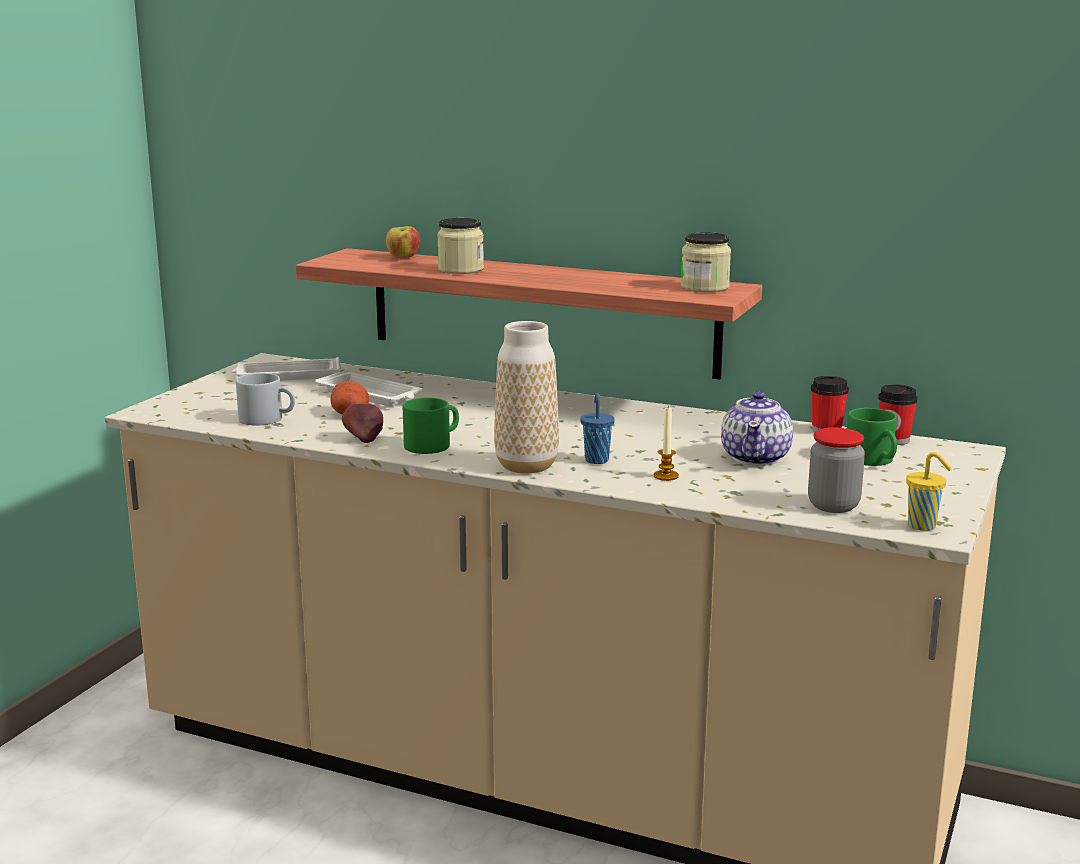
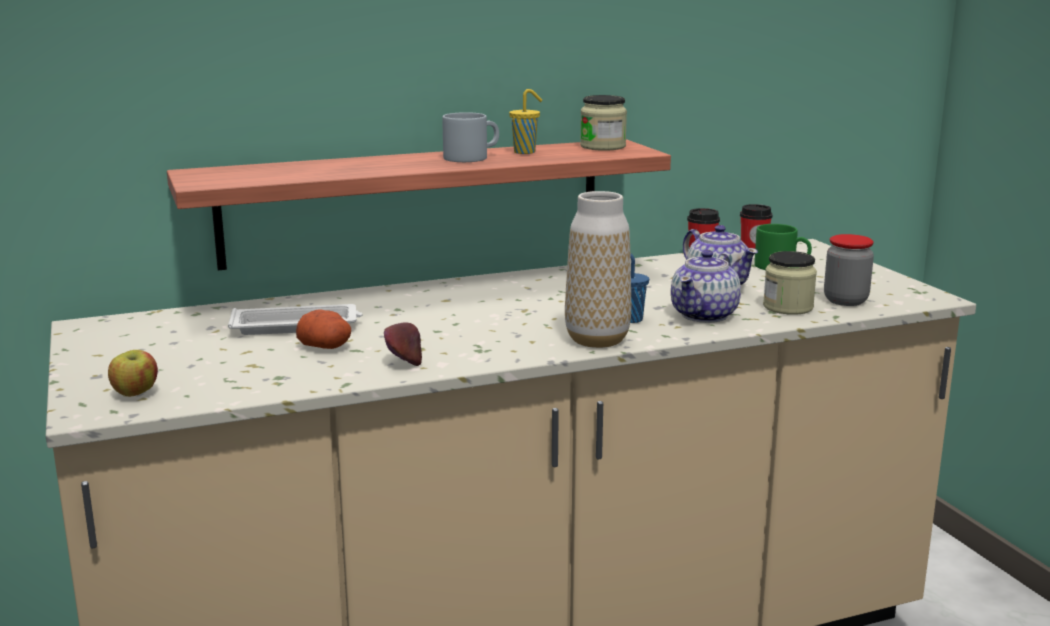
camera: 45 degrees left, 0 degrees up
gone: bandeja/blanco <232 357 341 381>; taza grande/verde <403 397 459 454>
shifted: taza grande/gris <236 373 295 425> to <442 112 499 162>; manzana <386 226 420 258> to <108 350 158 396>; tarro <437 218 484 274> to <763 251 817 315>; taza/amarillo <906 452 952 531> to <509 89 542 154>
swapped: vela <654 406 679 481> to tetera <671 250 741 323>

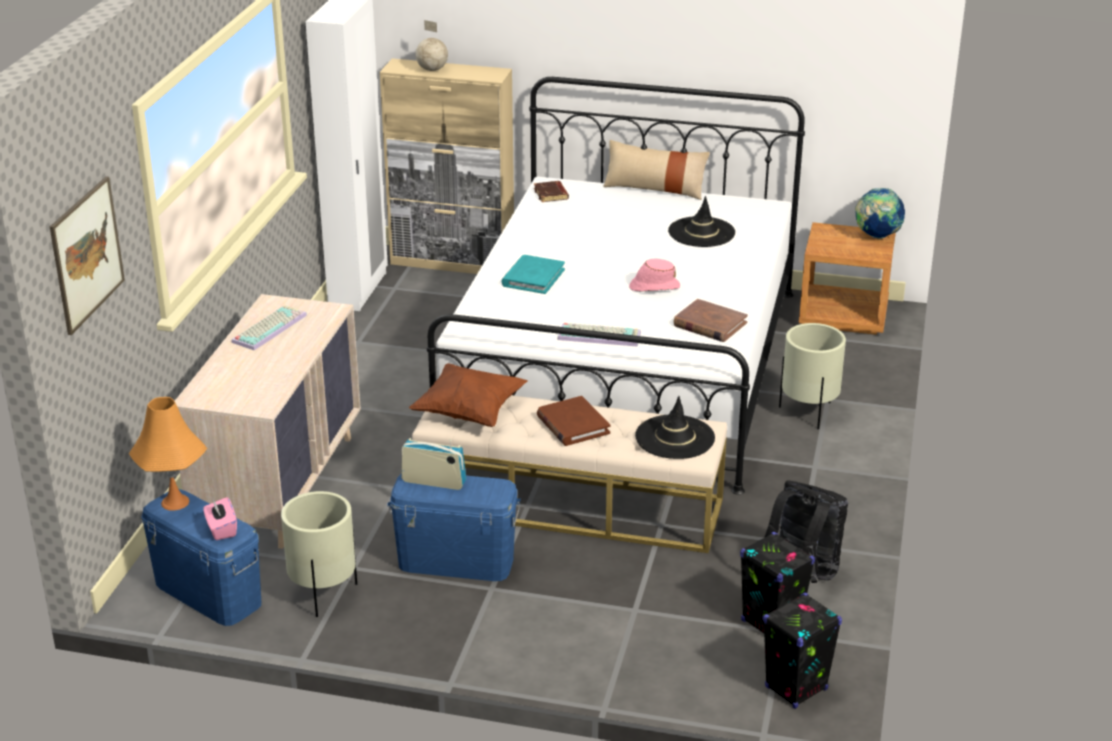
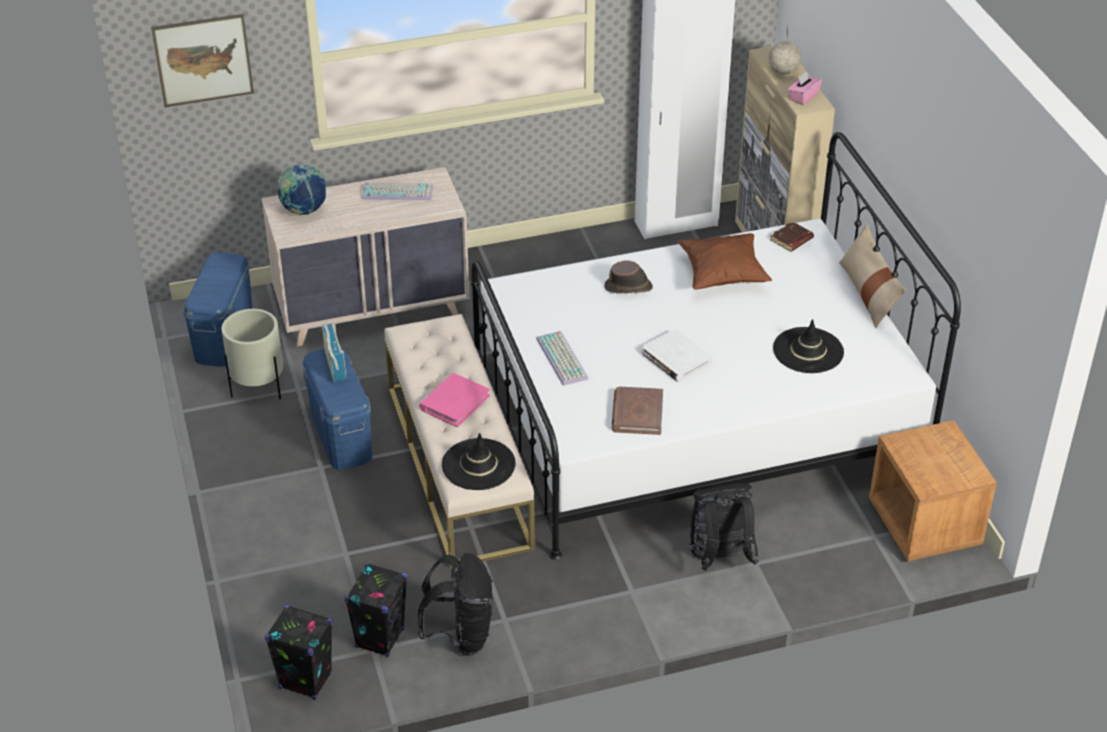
camera: 60 degrees right, 10 degrees up
gone: lámpara de mesa/naranja <129 397 207 511>
shifted: caja de pañuelos/rosa <203 497 237 540> to <787 72 822 105>; cojín/marrón <409 363 528 427> to <677 233 772 290>; globo terráqueo <855 188 905 239> to <277 164 326 215>
swapped: libro/turquesa <501 255 565 294> to sombrero/marrón <604 261 653 293>; sombrero/rosa <629 258 680 291> to libro/blanco <641 329 713 382>; maceta/beis <779 323 846 429> to mochila/negro <689 483 759 571>
repainted: libro/marrón <537 396 610 446> to libro/rosa <419 373 490 427>

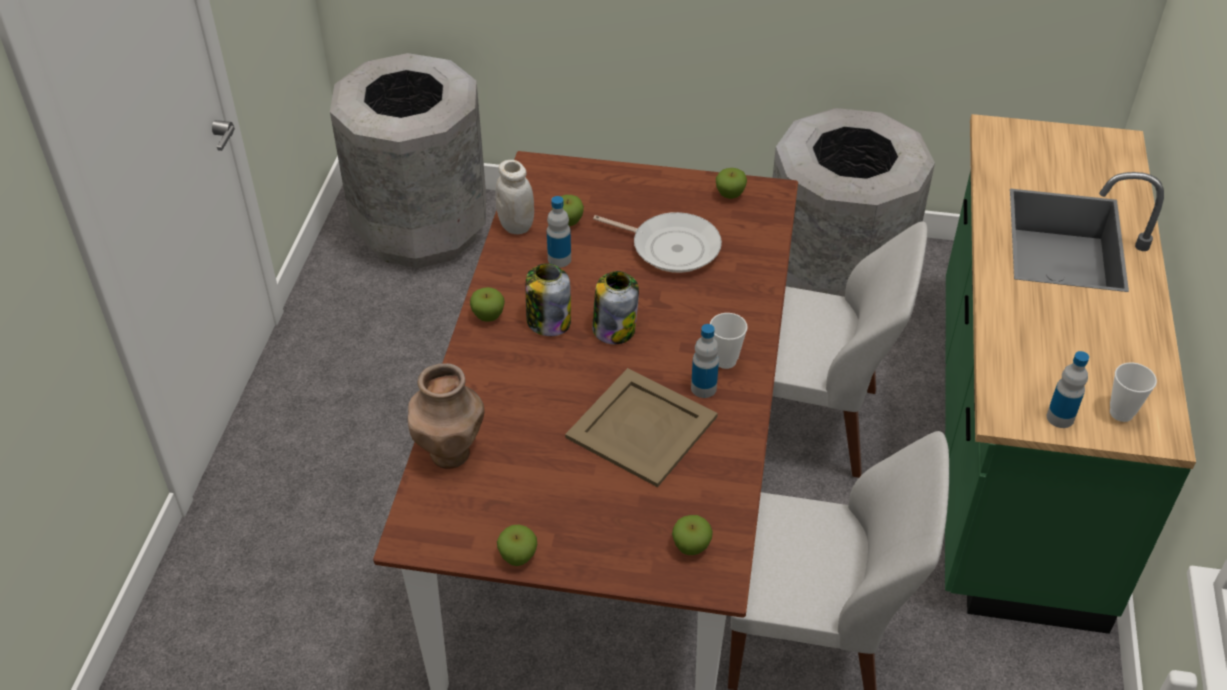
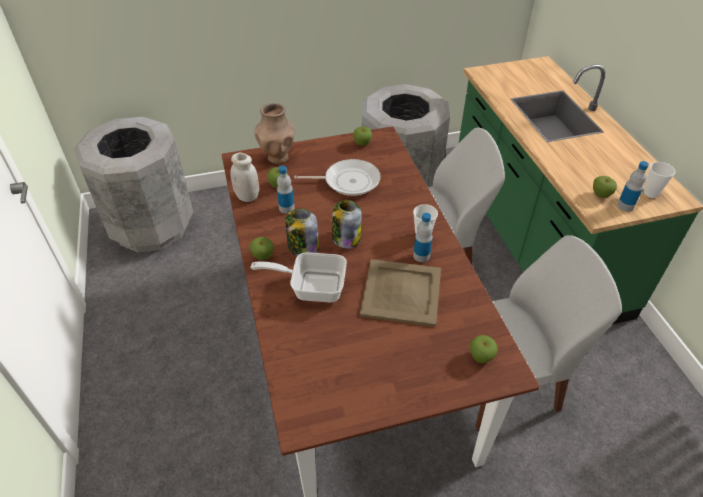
camera: 25 degrees left, 0 degrees up
new: sartén <250 252 347 302>
shifted: florero/marrón <408 363 485 469> to <254 103 294 164>; manzana <497 525 537 566> to <593 176 617 198>

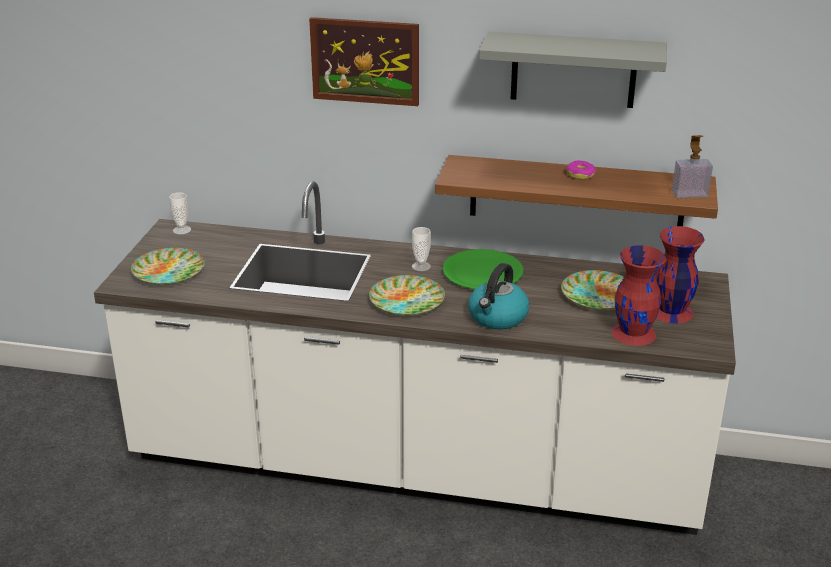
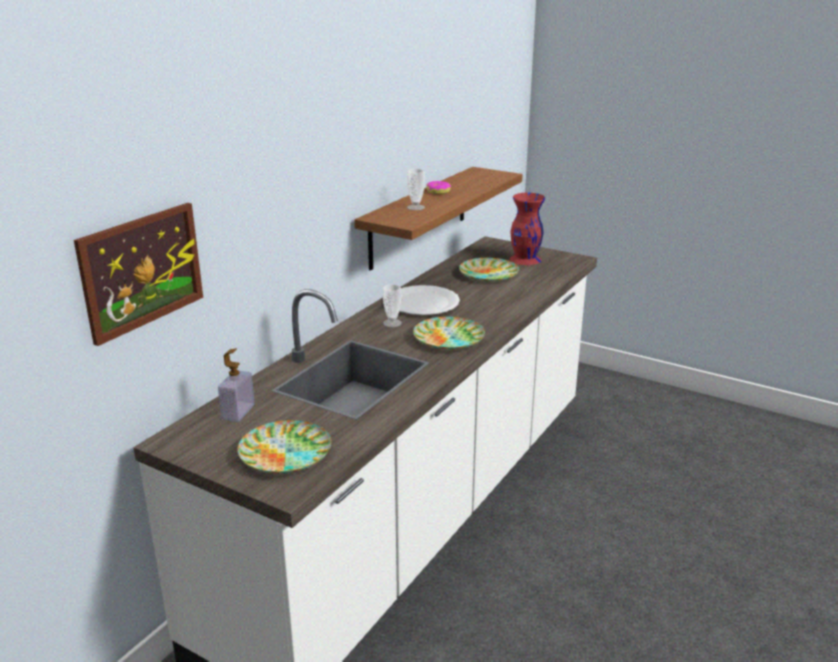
camera: 70 degrees left, 5 degrees down
gone: hervidor <468 263 529 330>; estante/gris <479 31 667 108>; florero/rojo <611 245 666 346>
shifted: taza <169 193 191 234> to <407 169 425 210>; cuadro <309 17 419 106> to <74 203 203 346>; dispensador de jabón <672 135 713 198> to <218 348 255 422>
repainted: plato/verde <442 249 523 289> to plato/blanco <399 285 460 315>

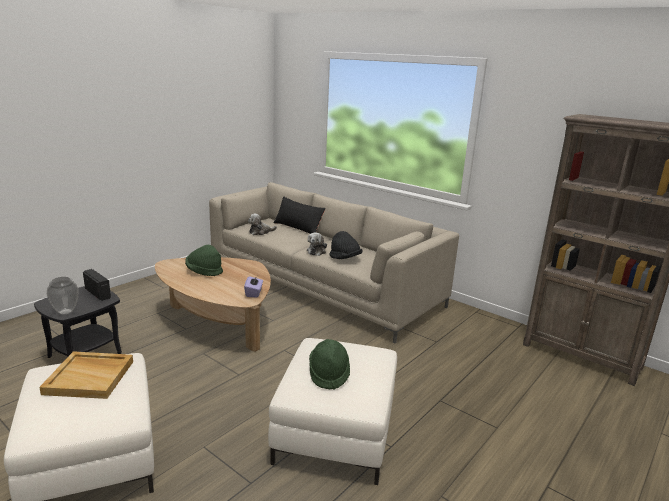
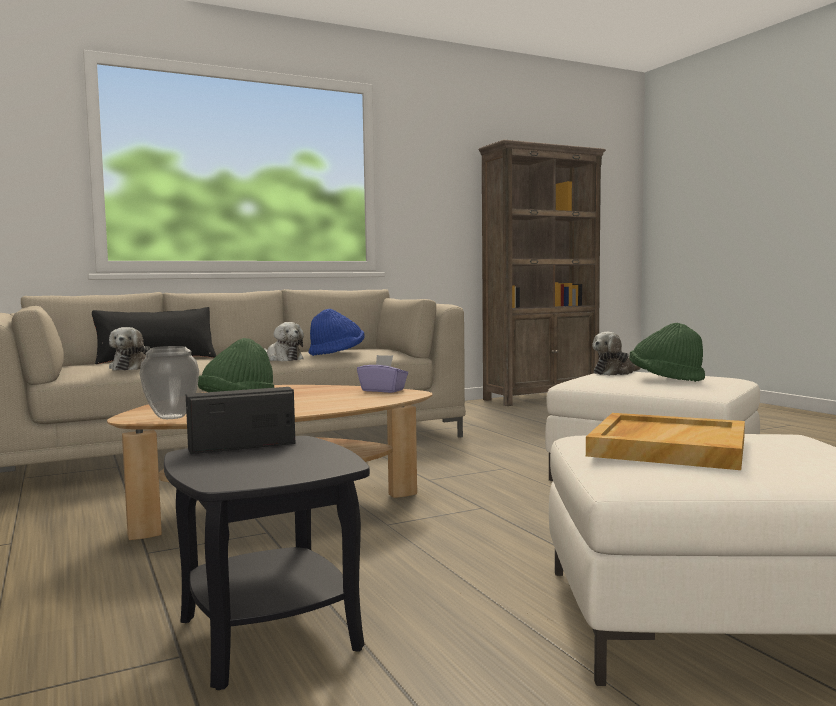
camera: 65 degrees left, 15 degrees down
new: peluche <592 332 641 376>
shifted: florero <47 277 79 314> to <139 346 199 419>
repainted: sombrero/negro <329 231 362 259> to sombrero/azul <308 309 364 356>

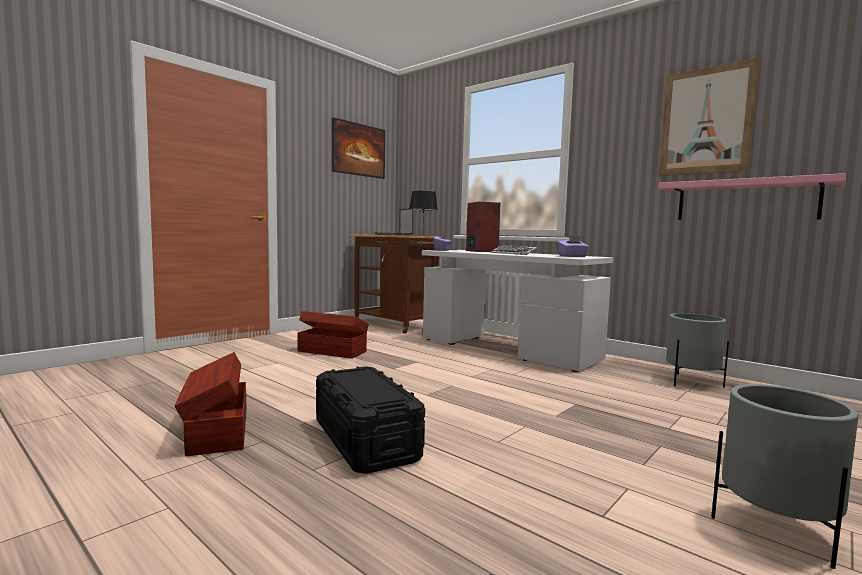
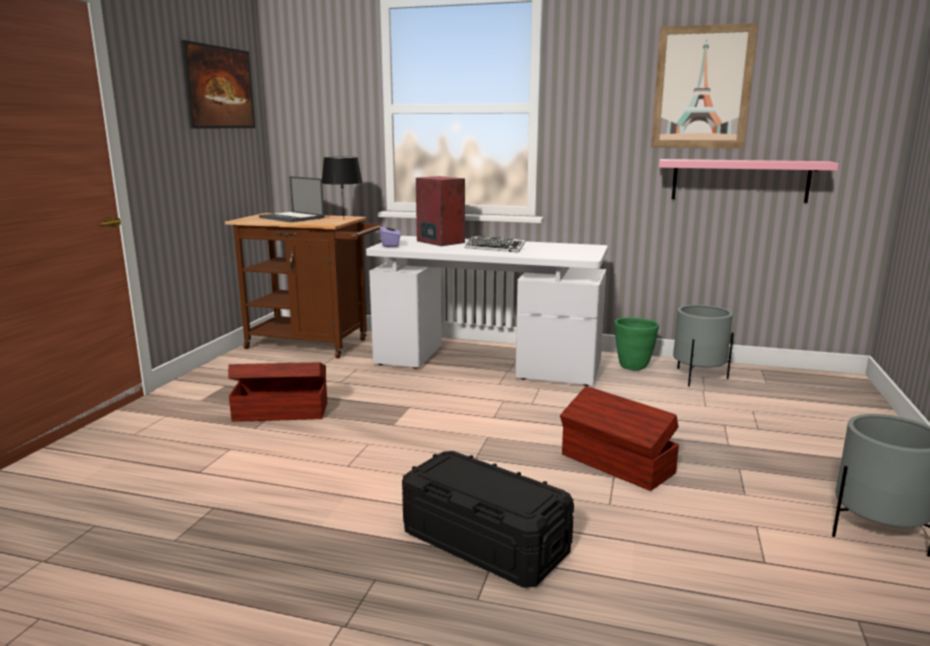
camera: 25 degrees left, 10 degrees up
gone: caja de pañuelos/morado <557 235 590 257>
new: maceta/verde <614 317 659 371>
shifted: caja de almacenaje/marrón <175 352 246 456> to <560 386 679 491>

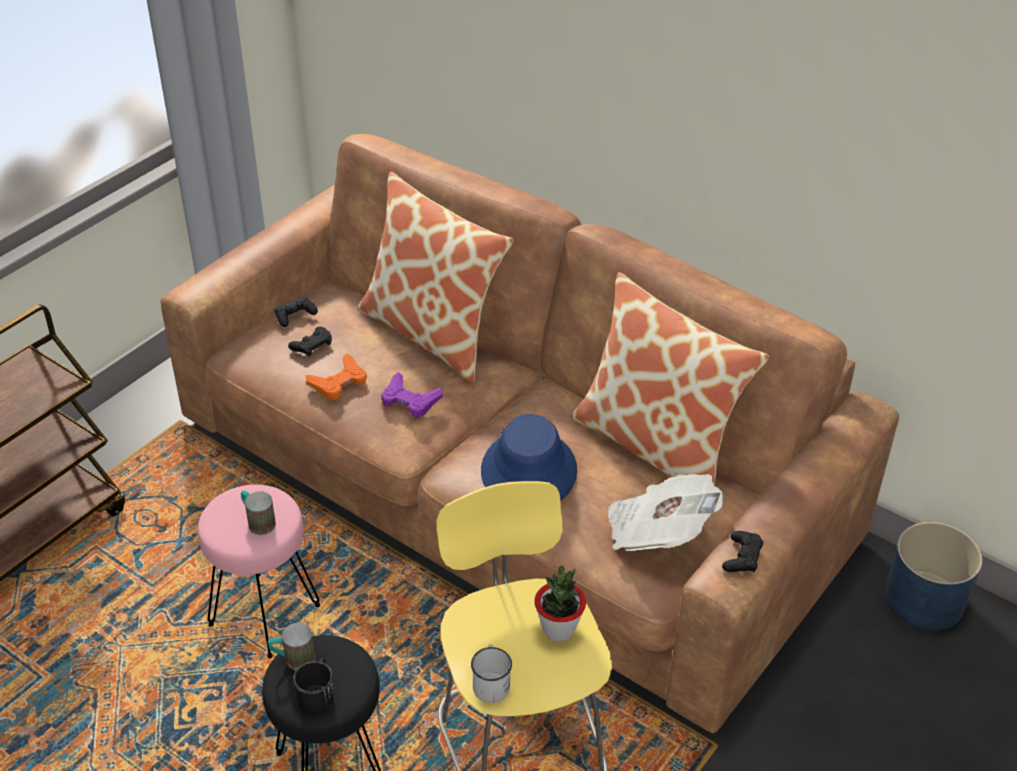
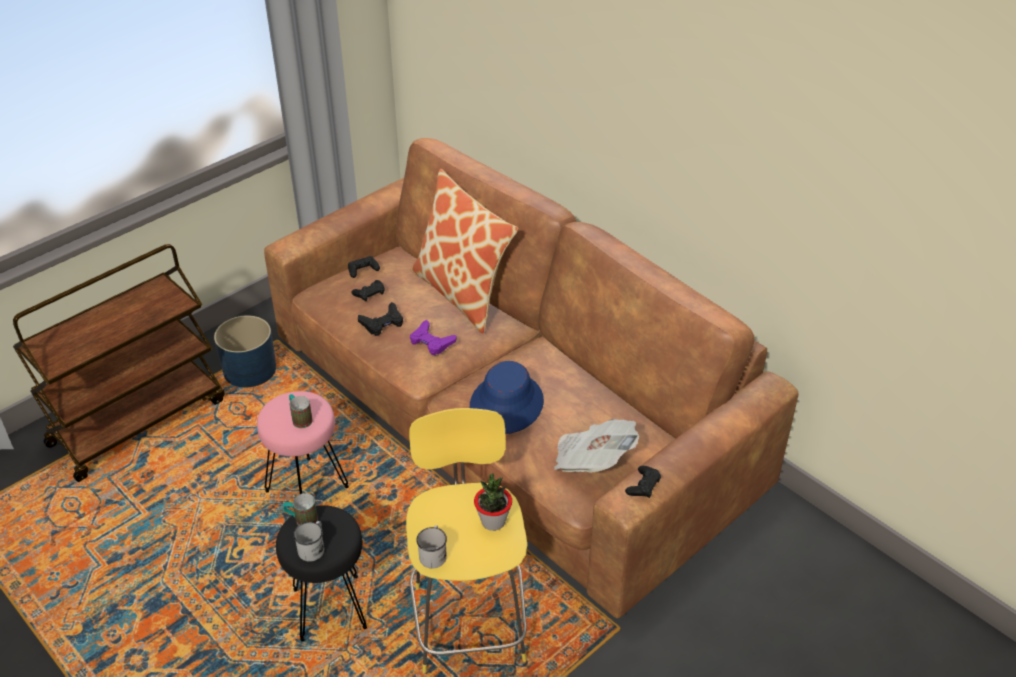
camera: 10 degrees right, 0 degrees up
gone: cojín <571 272 769 486>
shifted: maceta/azul <885 522 983 631> to <214 315 276 387>
repainted: taza grande/negro <293 658 334 715> to taza grande/blanco <293 521 324 562>; mando de consola/naranja <305 354 367 400> to mando de consola/negro <358 302 403 336>

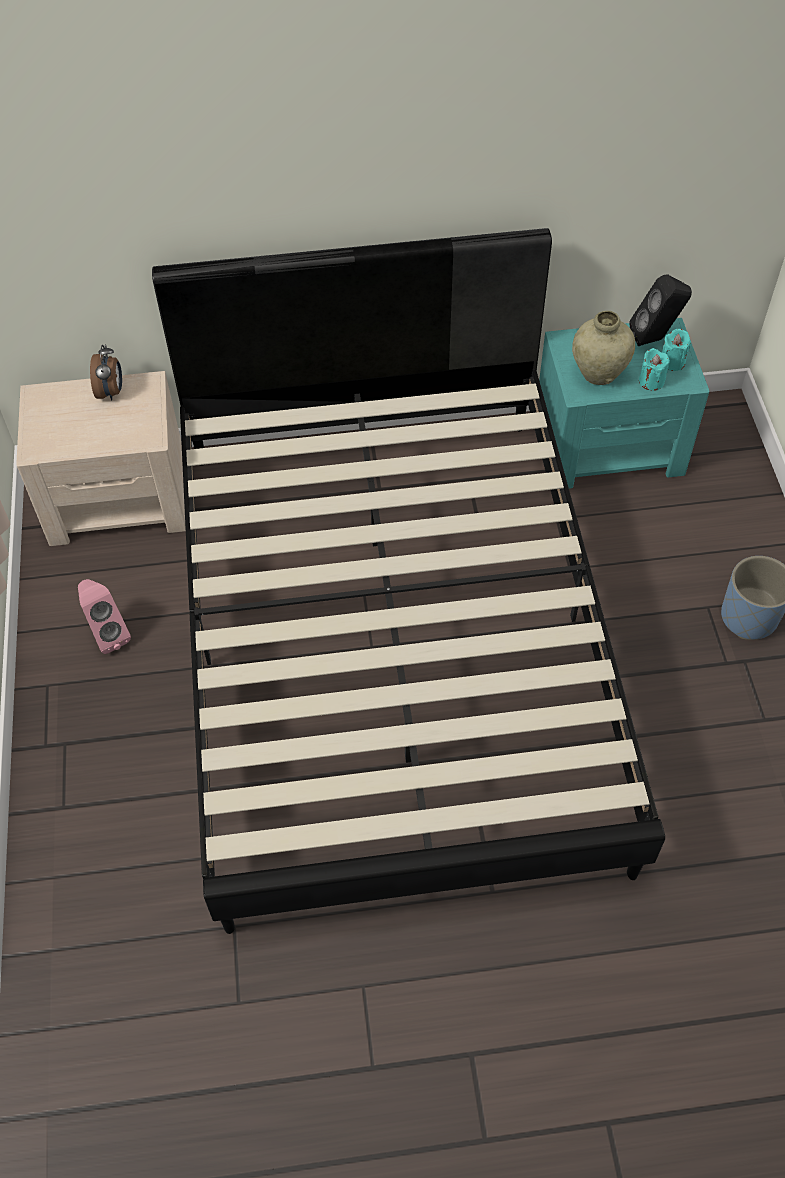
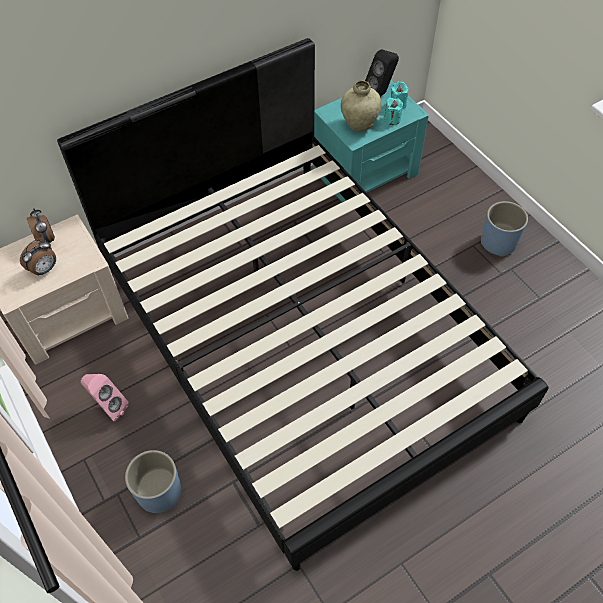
camera: 25 degrees left, 0 degrees up
new: despertador <20 240 56 276>; maceta/azul <125 450 181 513>

